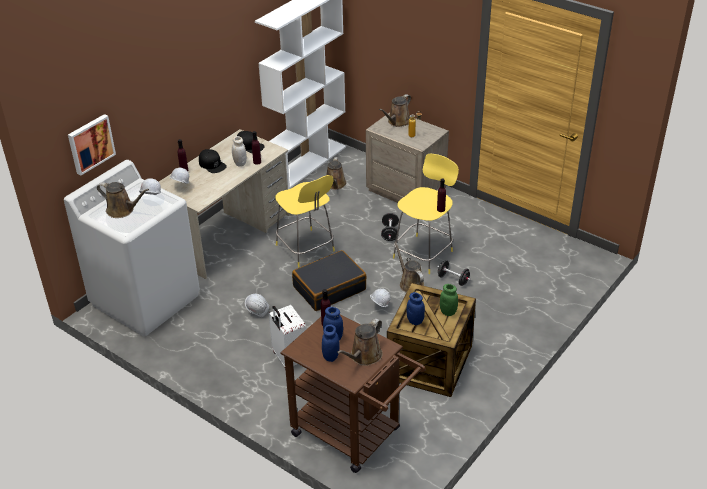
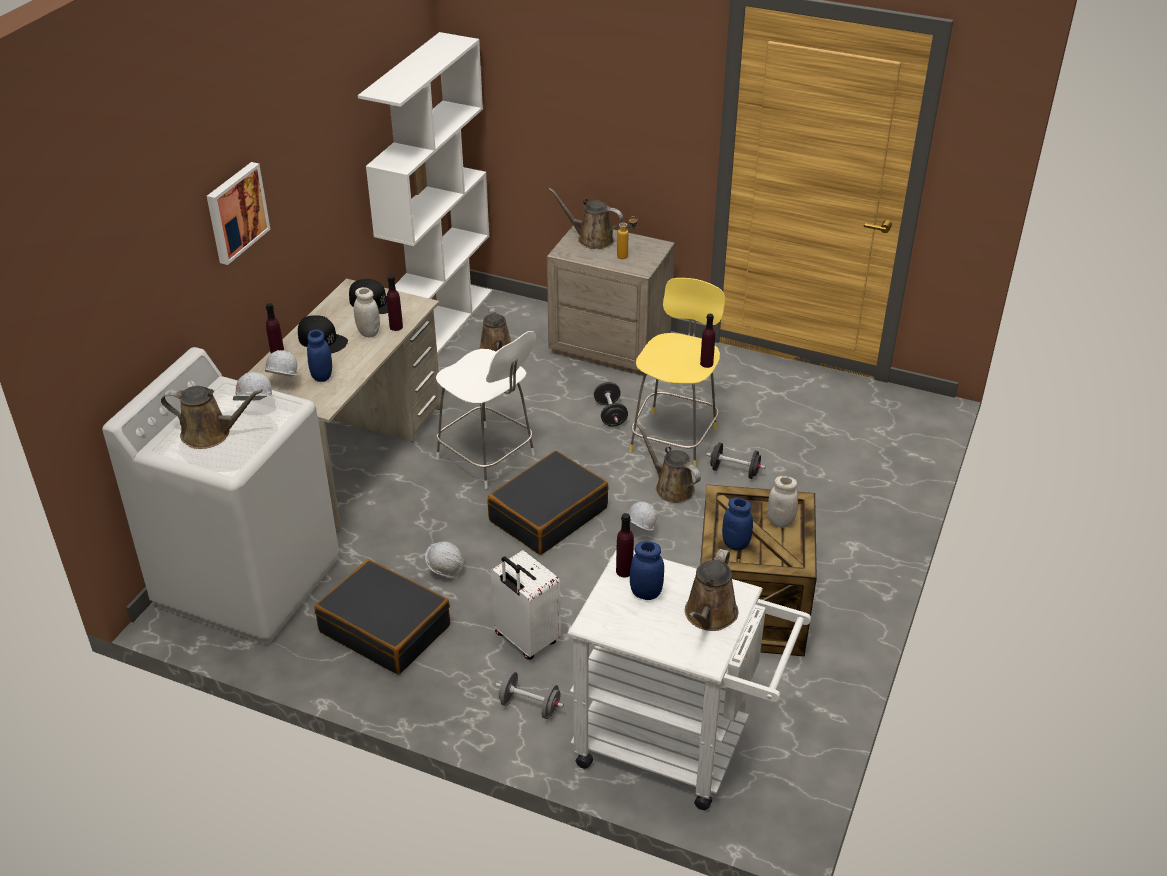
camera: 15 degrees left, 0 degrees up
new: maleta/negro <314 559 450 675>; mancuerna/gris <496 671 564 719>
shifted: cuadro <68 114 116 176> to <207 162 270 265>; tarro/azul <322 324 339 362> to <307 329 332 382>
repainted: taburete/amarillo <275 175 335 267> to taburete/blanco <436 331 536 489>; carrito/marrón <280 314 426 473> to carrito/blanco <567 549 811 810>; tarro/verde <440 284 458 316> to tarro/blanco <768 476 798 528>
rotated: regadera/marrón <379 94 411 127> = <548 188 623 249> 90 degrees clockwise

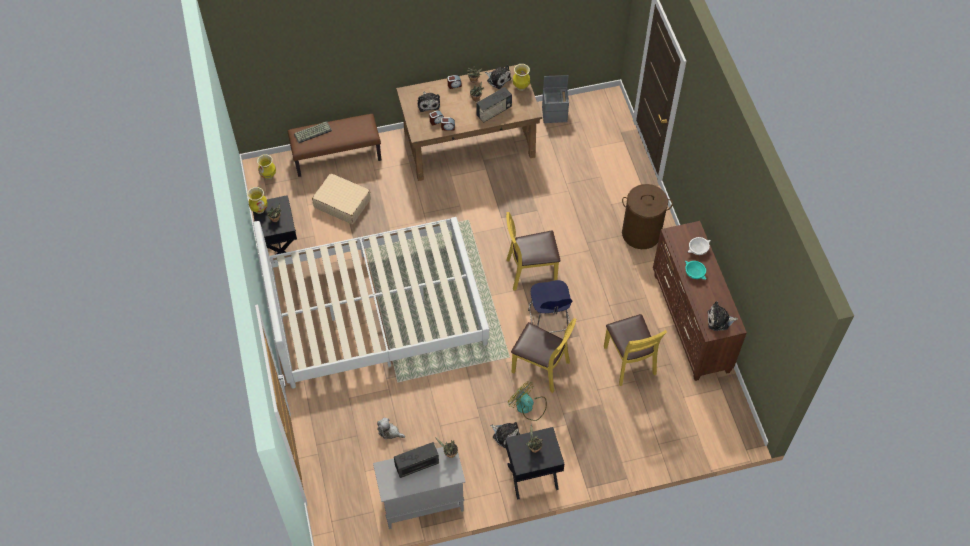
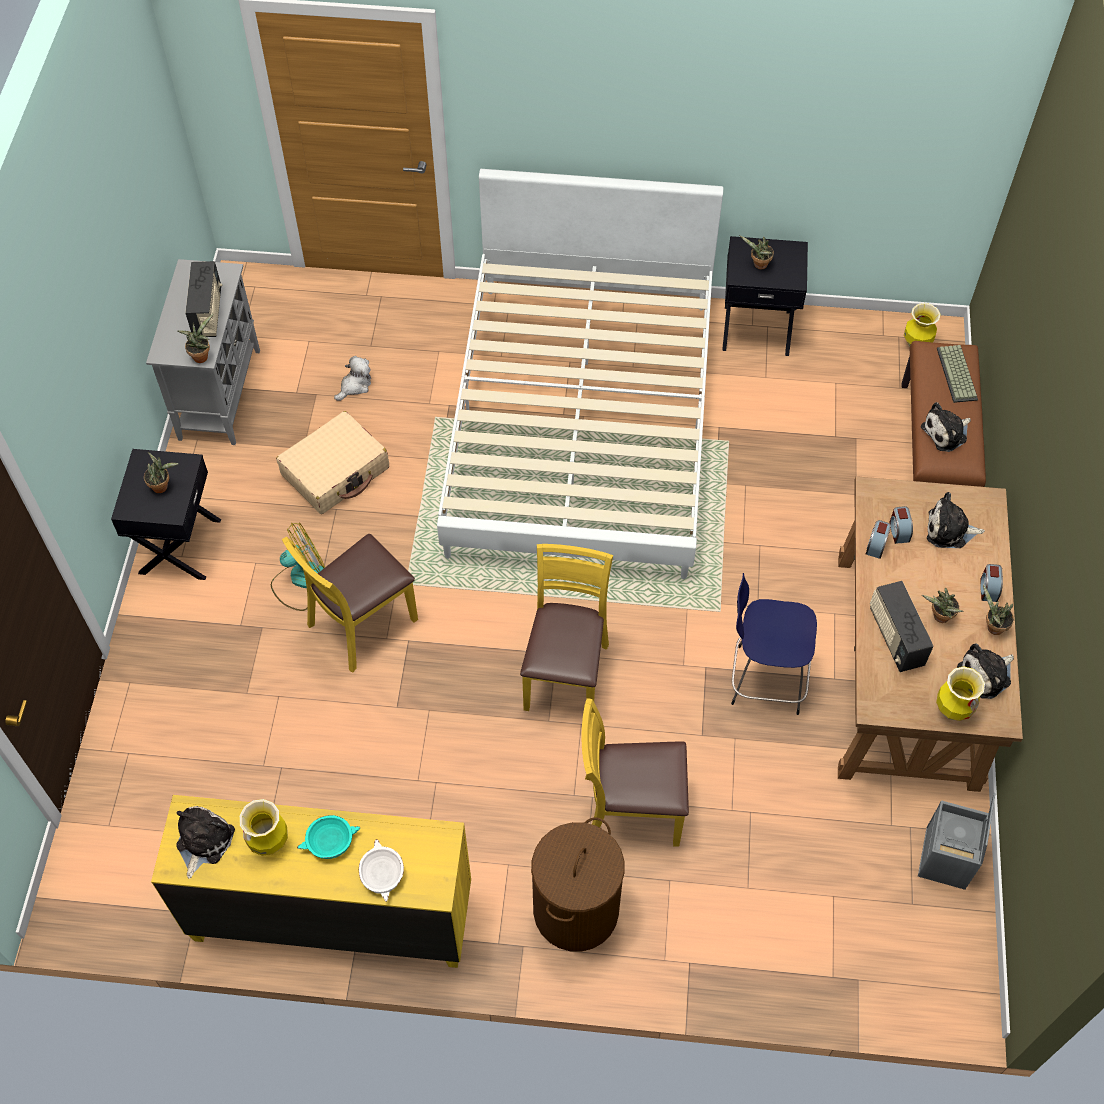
camera: 110 degrees right, 0 degrees up
shifted: florero <247 187 268 214> to <239 799 288 856>; maleta/beis <312 173 371 224> to <276 411 389 514>; peluche <490 422 520 448> to <921 402 971 452>; taburete/azul <528 280 572 333> to <731 573 817 715>; silla/amarillo <604 314 667 386> to <582 698 689 847>
repainted: cómoda/marrón <653 221 747 381> to cómoda/amarillo <151 795 471 968>

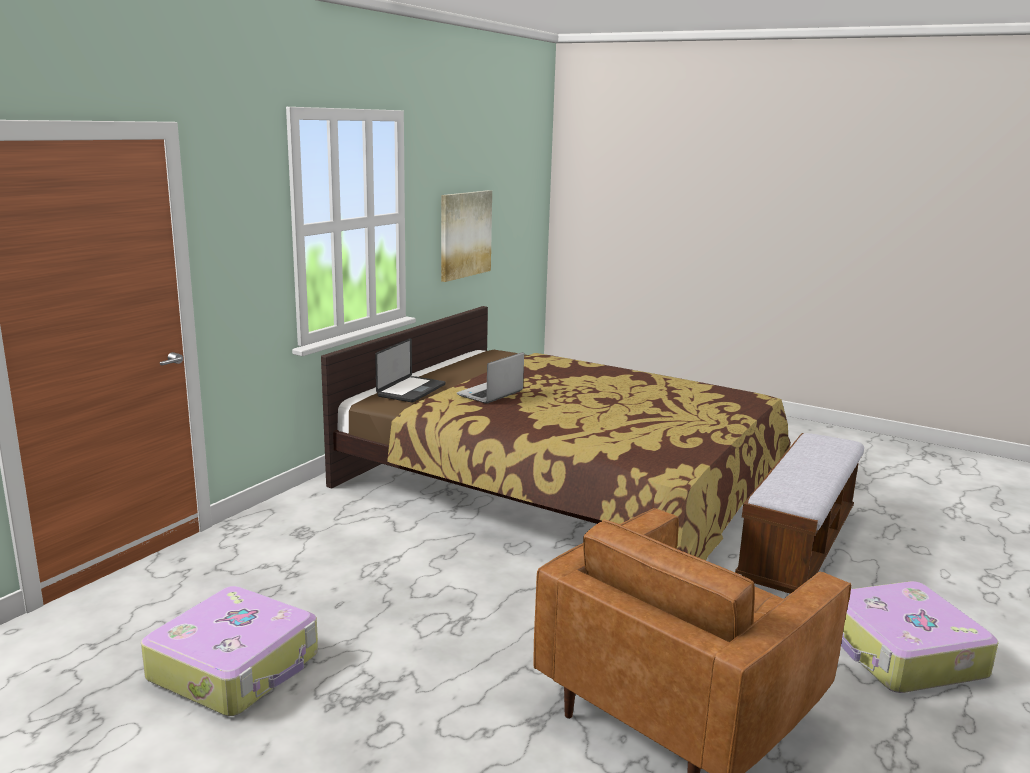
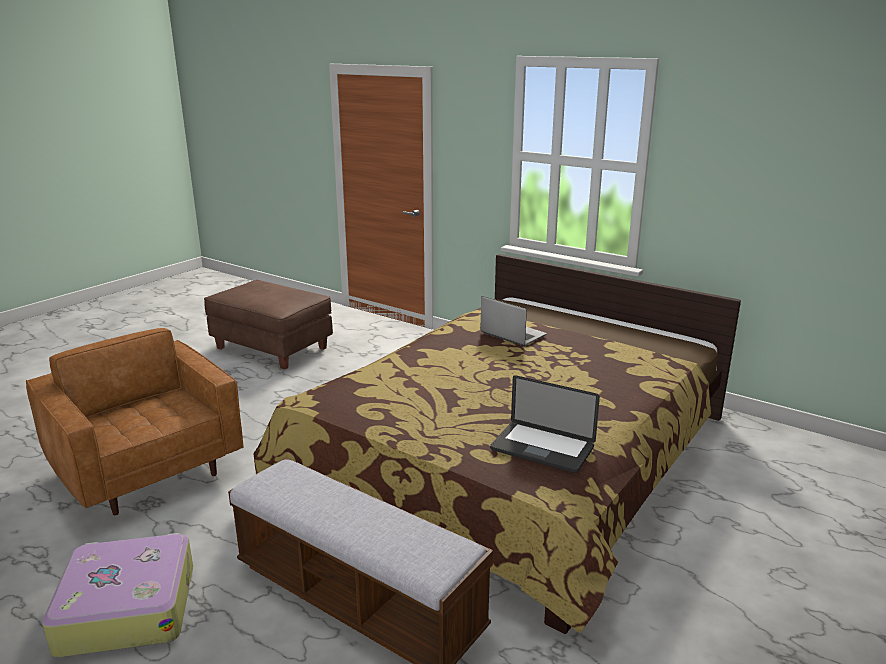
camera: 95 degrees right, 5 degrees up
gone: cuadro <441 190 492 282>
shifted: portátil <375 338 446 403> to <490 375 600 473>
swapped: maleta <141 586 318 716> to puf/marrón <204 280 333 370>

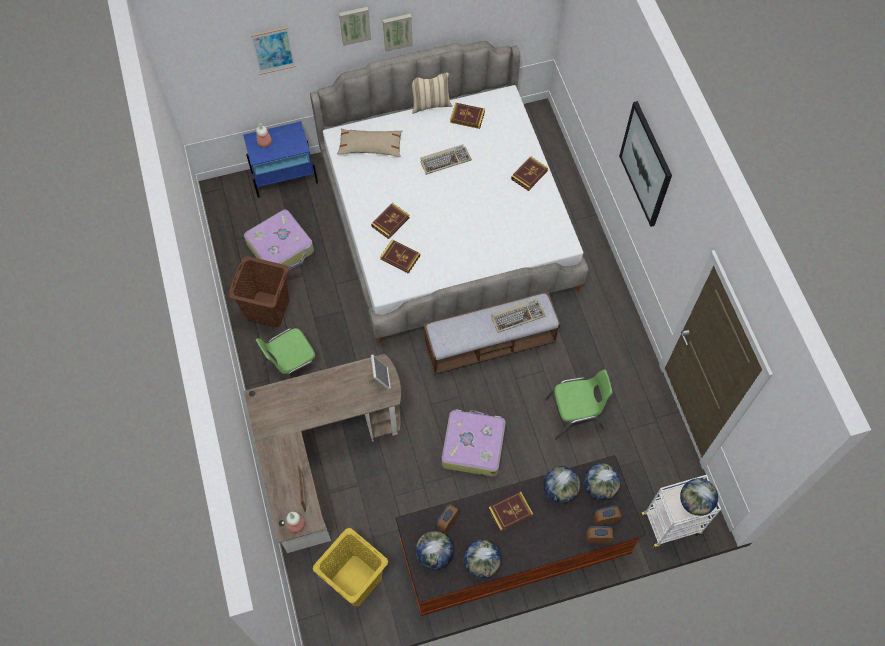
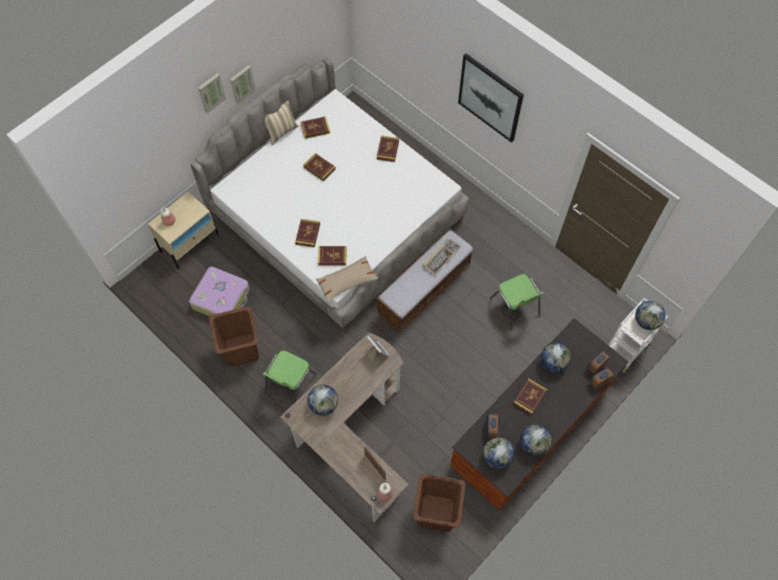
camera: 30 degrees left, 0 degrees up
gone: cuadro <250 27 296 75>; maleta <442 409 506 476>
shifted: cojín/beis <337 129 402 157> to <315 256 379 302>; globo terráqueo <584 463 621 500> to <308 385 338 416>
swapped: teclado <420 144 472 175> to libro <303 153 335 182>
repainted: mesita de noche/azul <243 121 318 198> to mesita de noche/beis <148 192 219 269>; cesto de la ropa/amarillo <313 528 388 607> to cesto de la ropa/marrón <413 474 466 532>
rotated: silla/verde <545 369 612 440> = <490 274 544 331> 105 degrees clockwise

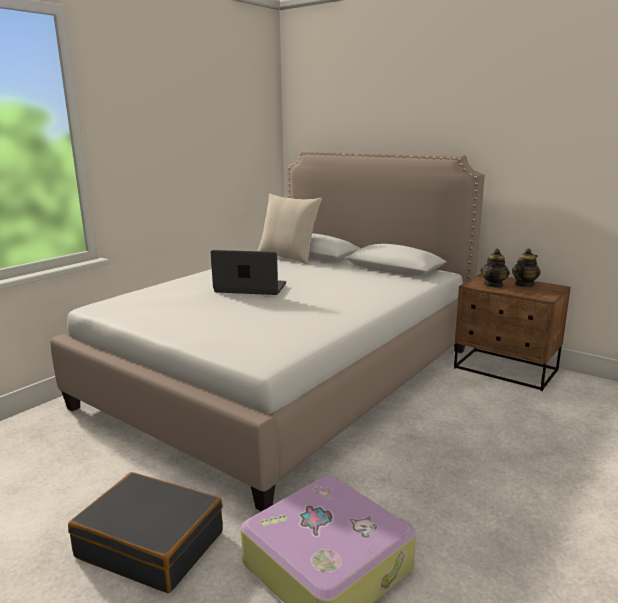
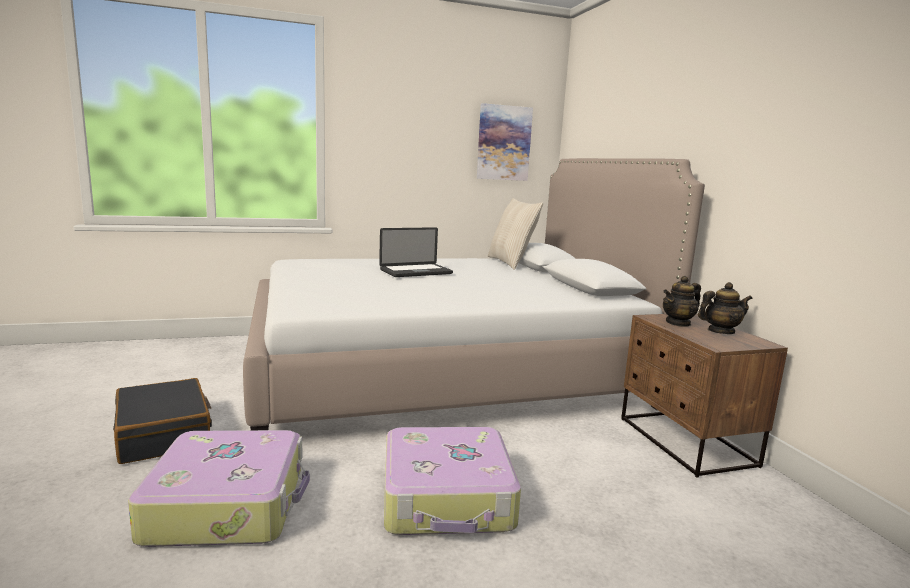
camera: 35 degrees right, 5 degrees down
new: maleta <384 427 521 535>; cuadro <477 103 533 181>
rotated: portátil <211 250 286 295> = <379 227 453 277> 105 degrees clockwise

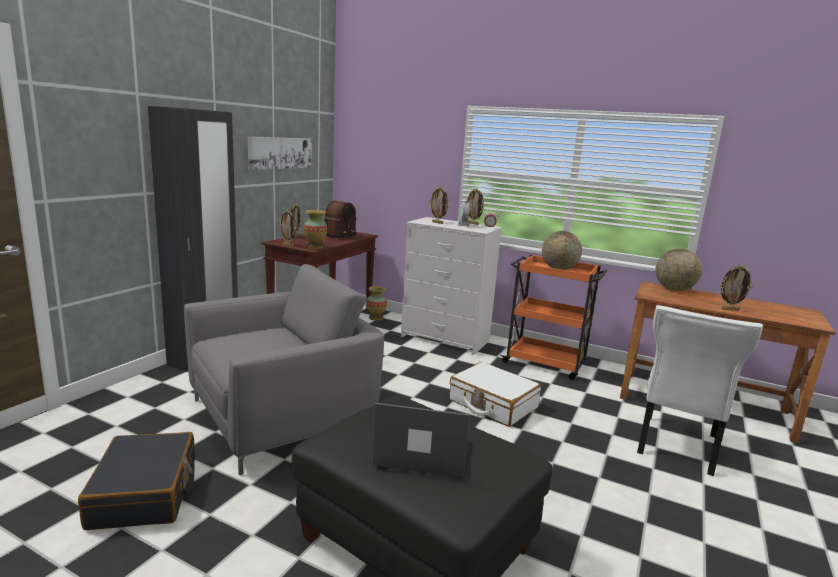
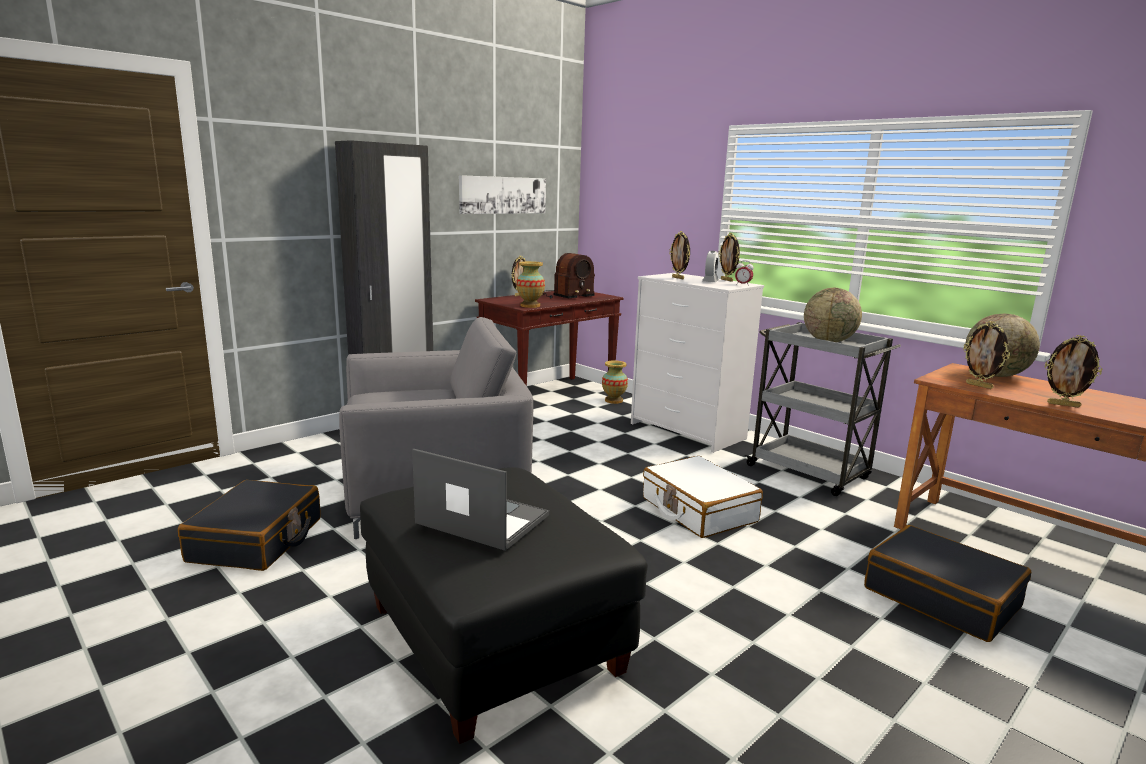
camera: 20 degrees right, 0 degrees up
shifted: portarretratos <279 210 296 247> to <963 321 1010 389>
swapped: silla/blanco <637 305 763 476> to maleta/negro <864 525 1031 642>
repainted: carrito/naranja <500 255 607 380> to carrito/gris <744 322 901 496>

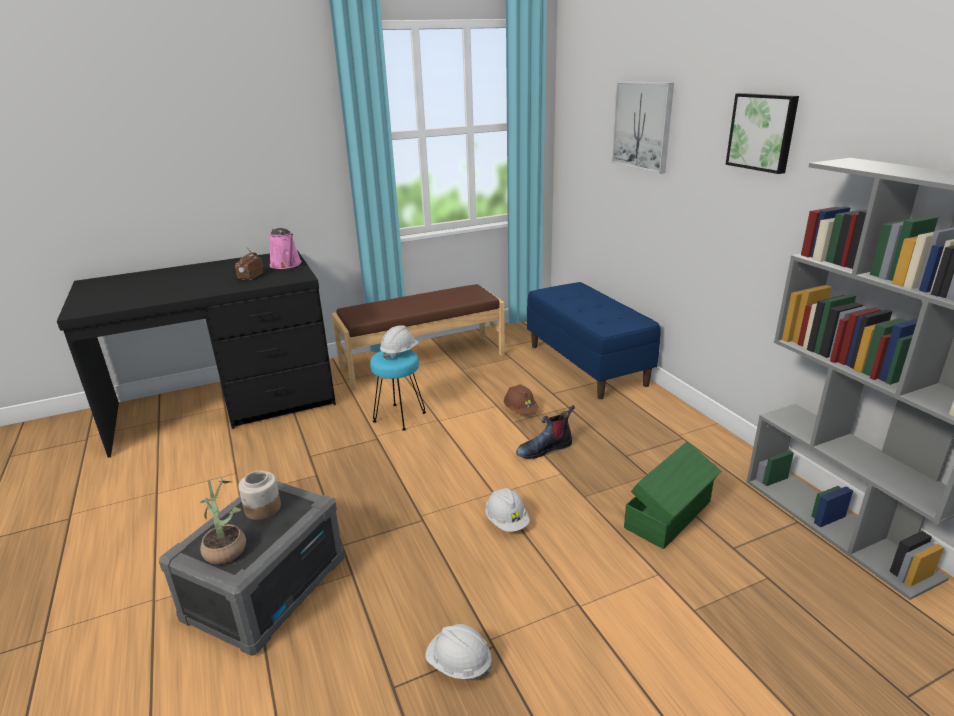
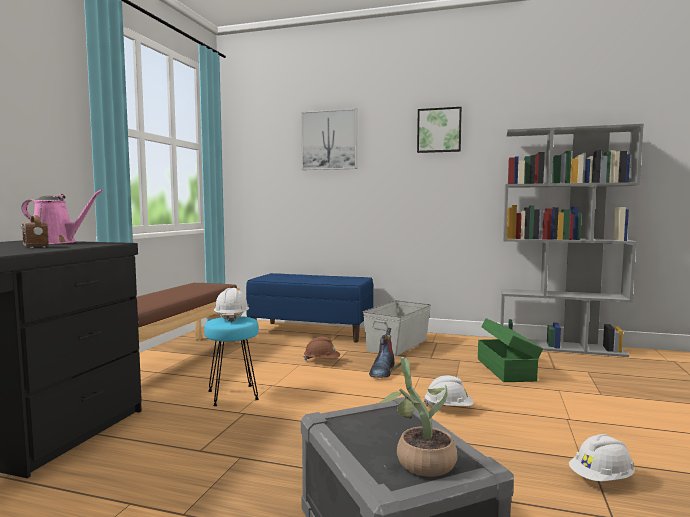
camera: 50 degrees left, 20 degrees down
gone: tarro <238 471 281 520>
new: caja de almacenaje/gris <363 300 431 356>

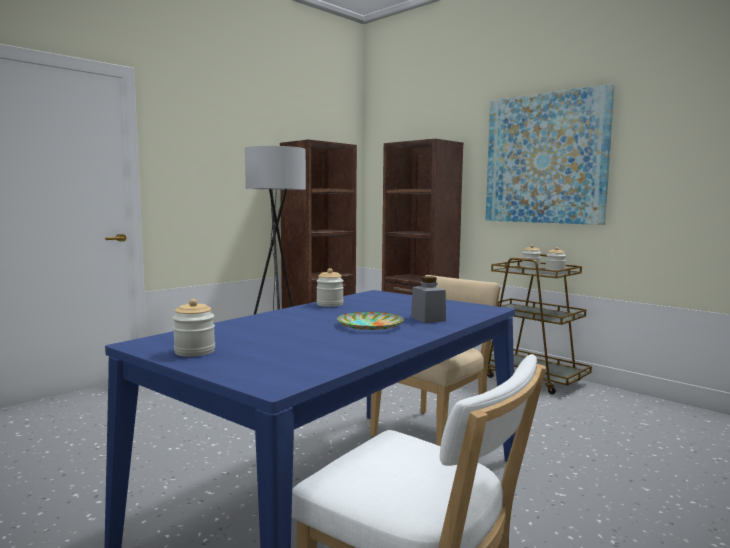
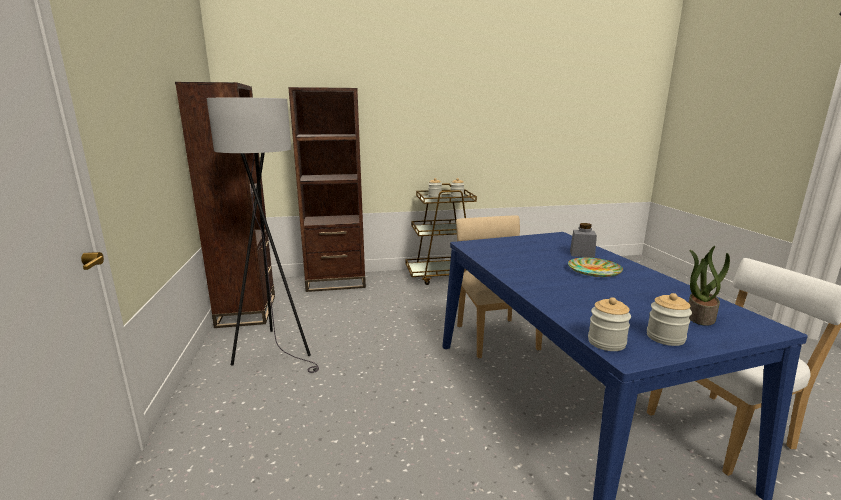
camera: 55 degrees left, 10 degrees up
gone: cuadro <486 84 615 225>
new: planta en maceta <689 246 730 326>
shifted: tarro <316 268 344 307> to <588 297 631 351>

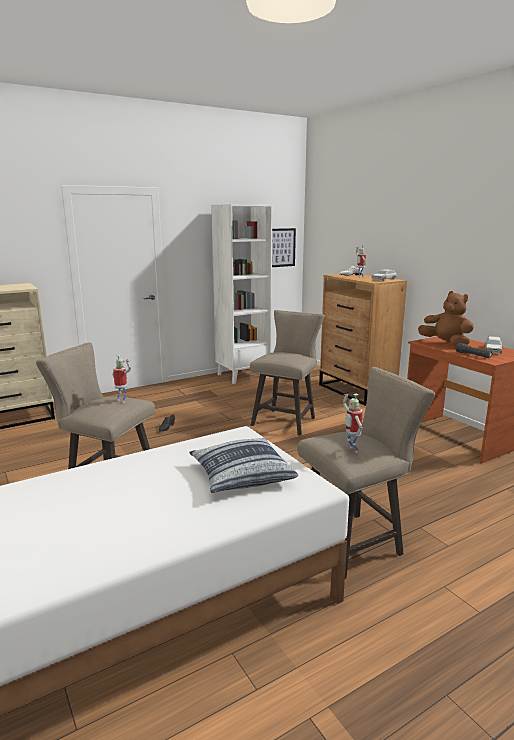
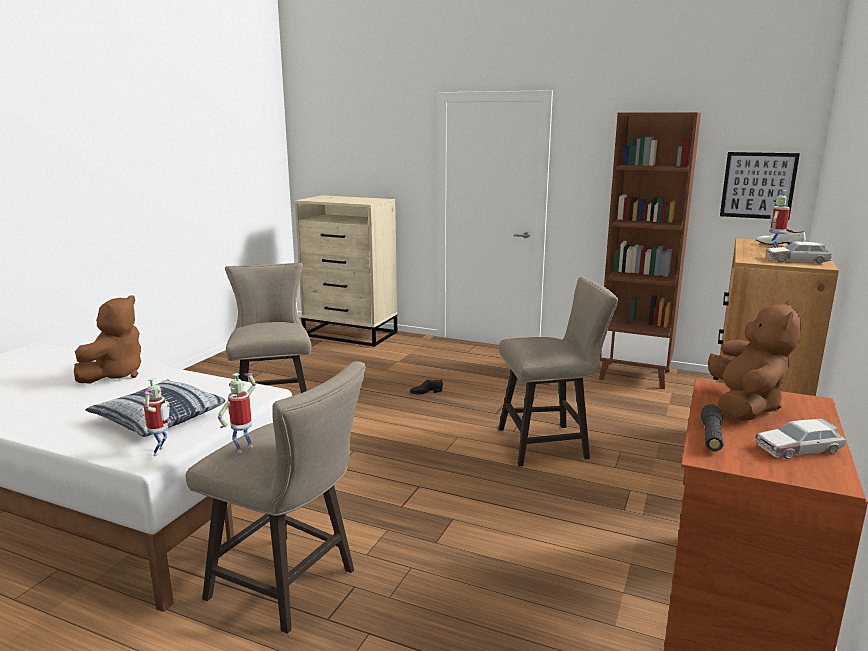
camera: 55 degrees right, 0 degrees up
new: peluche/marrón <74 295 141 383>
shifted: robot de juguete <112 355 131 403> to <143 378 173 456>
repainted: estantería/blanco <211 204 272 384> to estantería/marrón <599 112 701 389>

